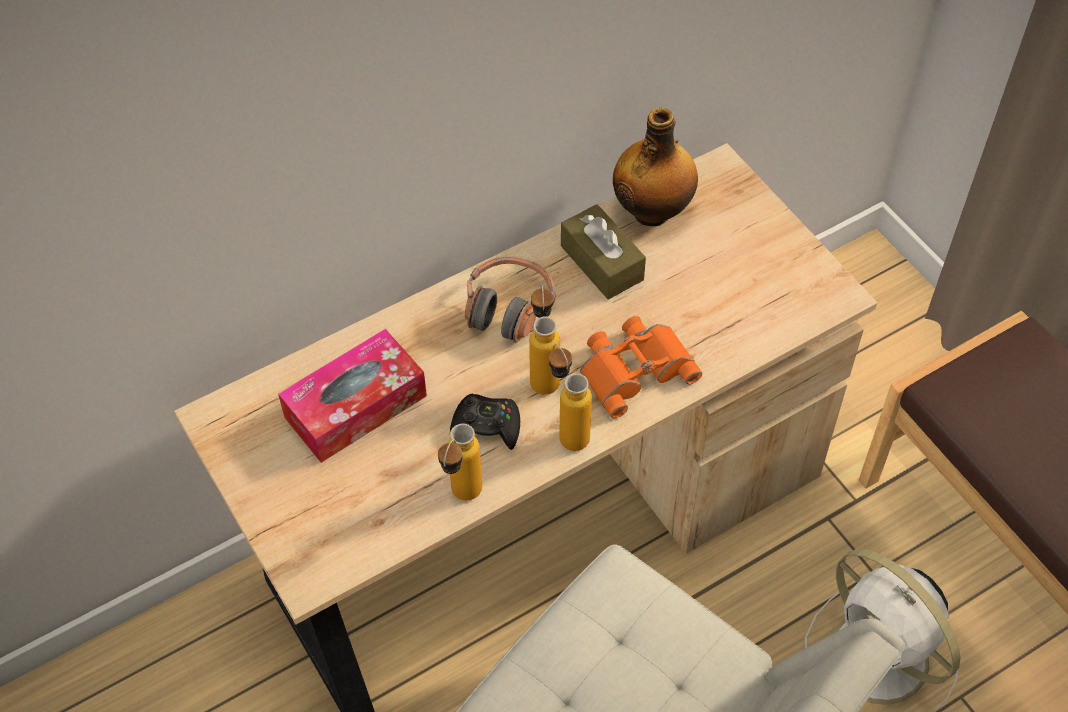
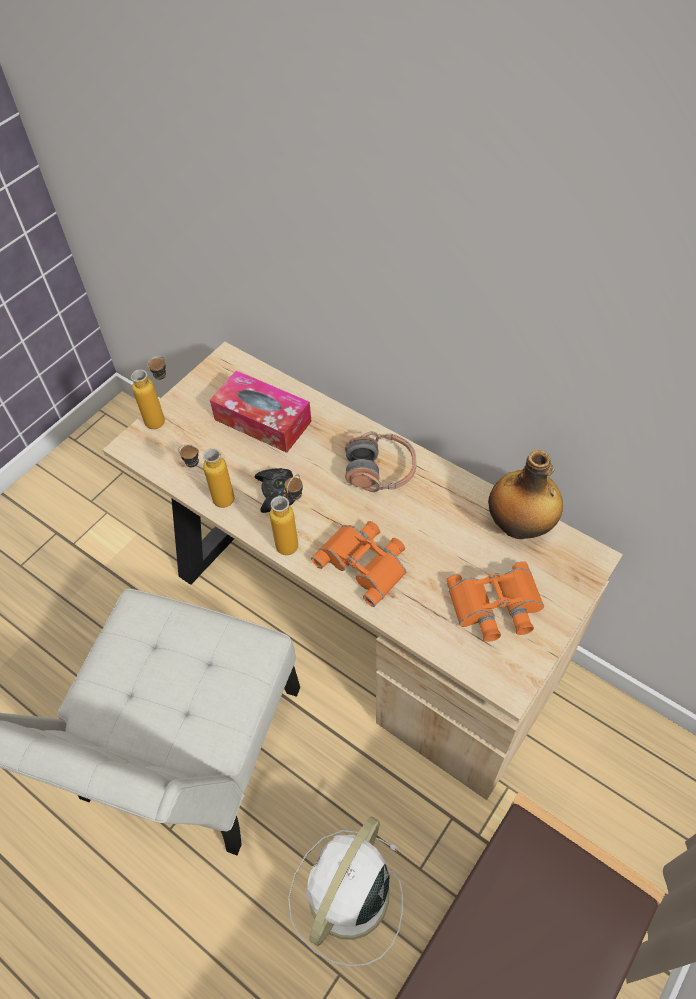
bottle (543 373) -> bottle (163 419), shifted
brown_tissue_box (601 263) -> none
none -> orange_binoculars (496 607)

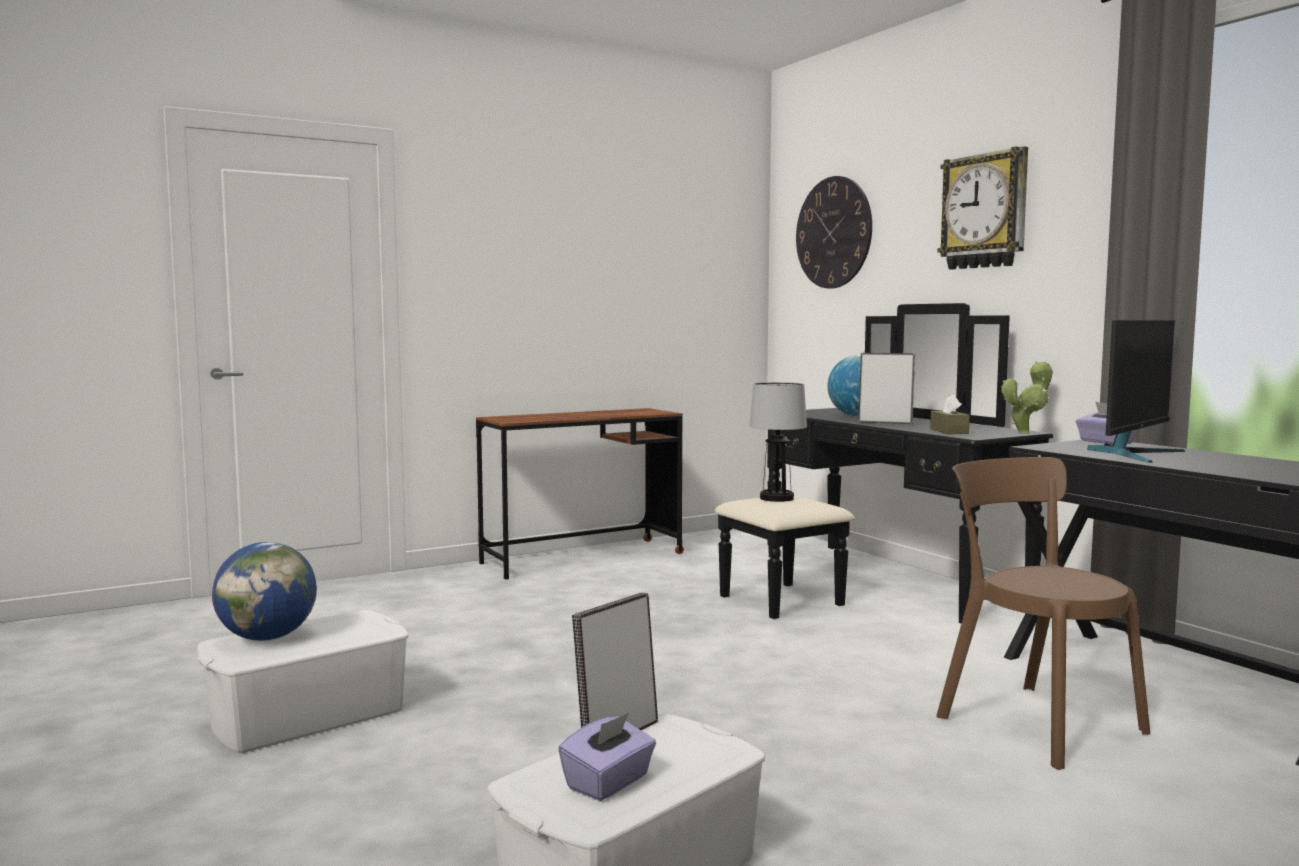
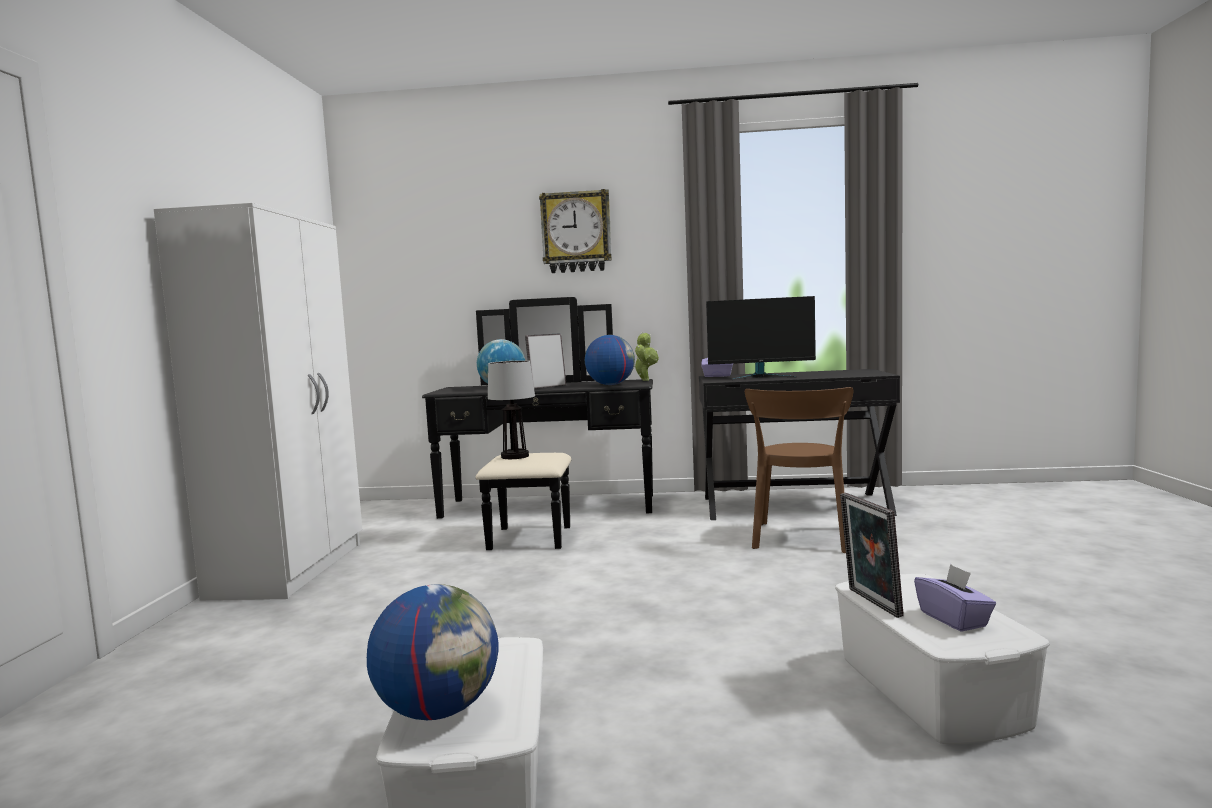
brown_desk (582 558) -> white_wardrobe (291 569)
wall_clock (833 232) -> none
brown_tissue_box (949 431) -> globe (610 385)
brown_chair (1032 721) -> brown_chair (800 539), 75 degrees counterclockwise
monitor (1132 453) -> monitor (761 377), 105 degrees clockwise

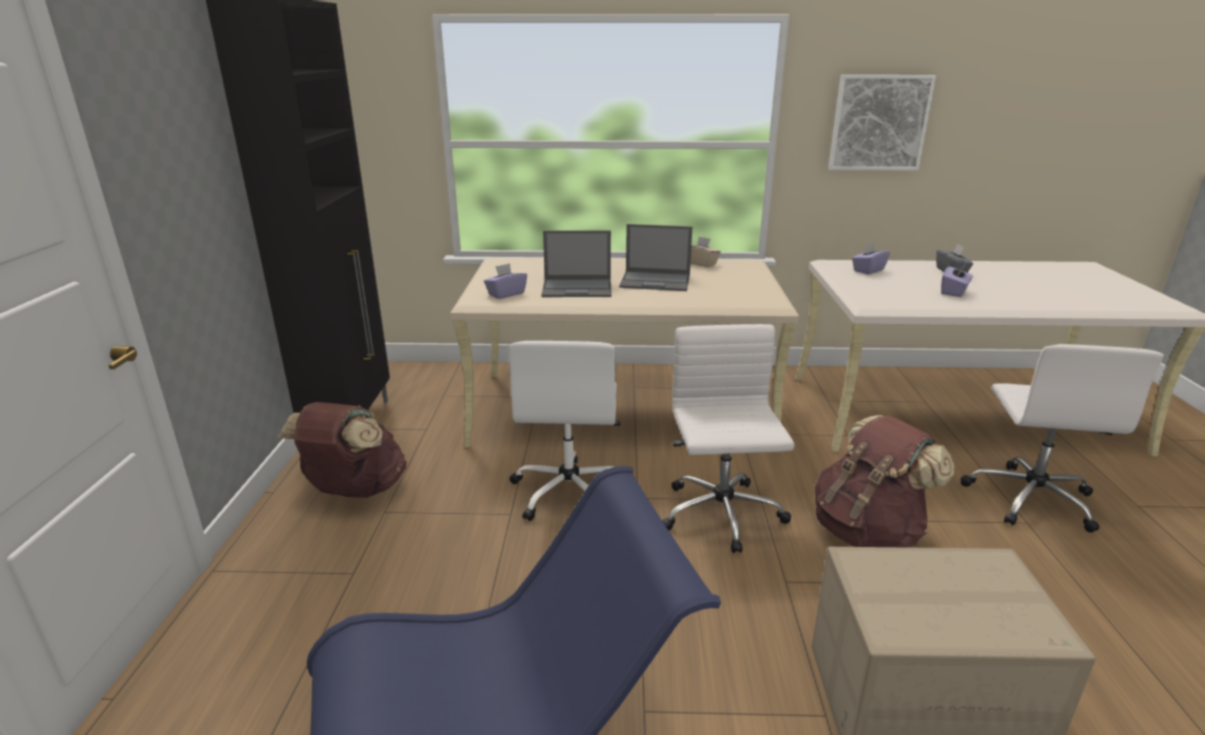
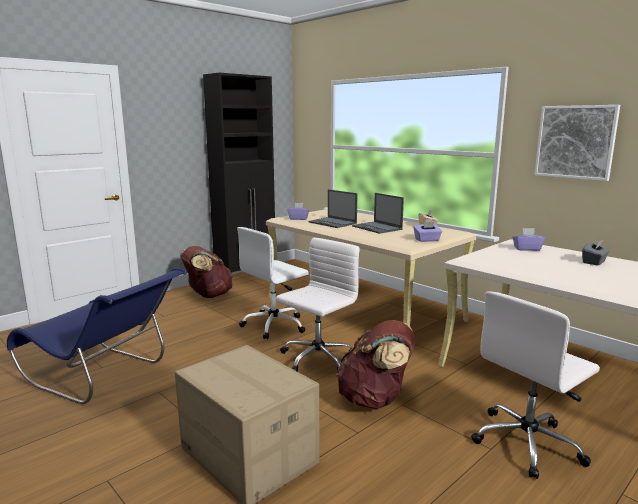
purple_tissue_box (954 292) -> purple_tissue_box (427 240), shifted

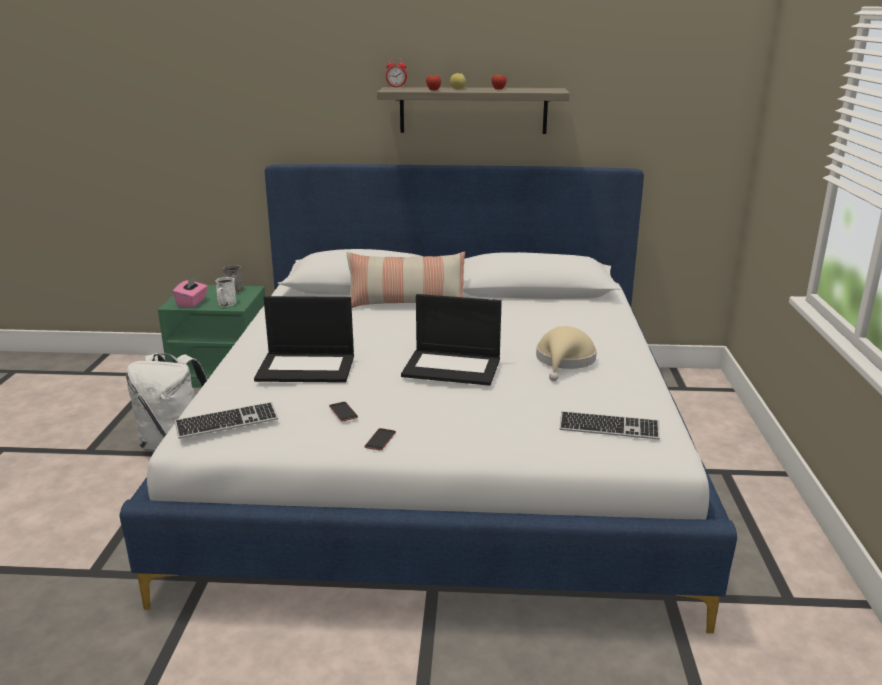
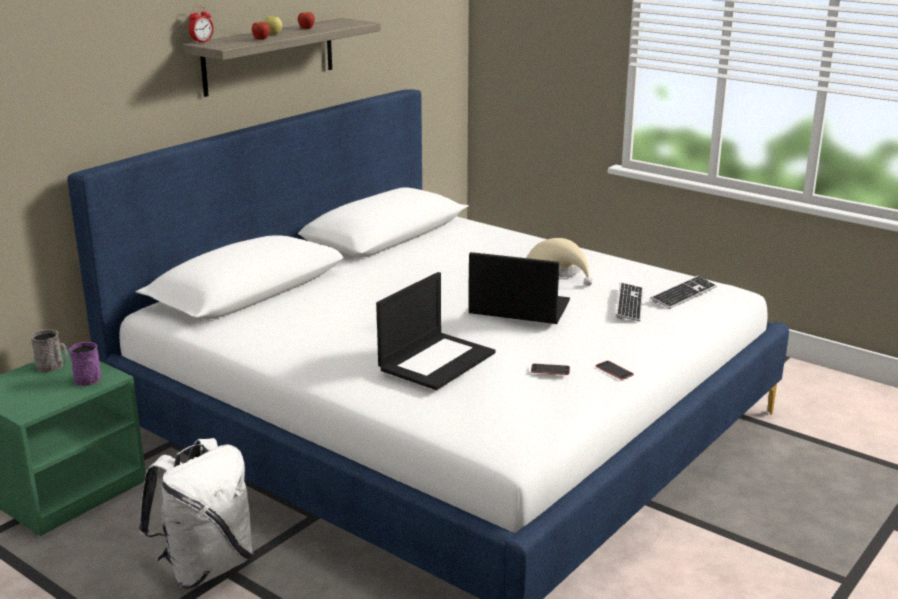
pink_tissue_box (192 303) -> none
keyboard (227 422) -> keyboard (629 304), shifted
white_mug (226 304) -> purple_mug (90 381)
pillow (407 304) -> none
laptop (453 367) -> laptop (518 308), 120 degrees counterclockwise

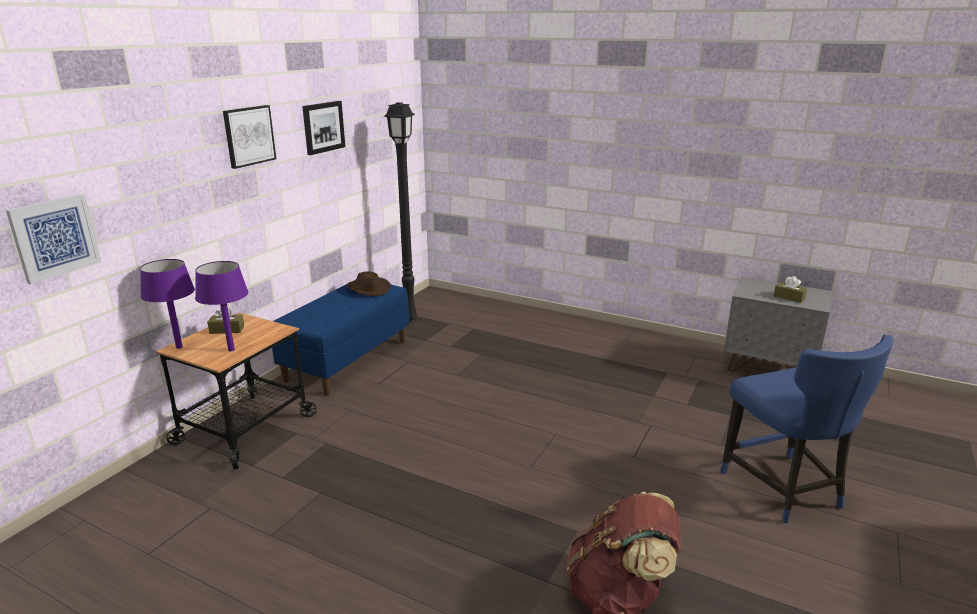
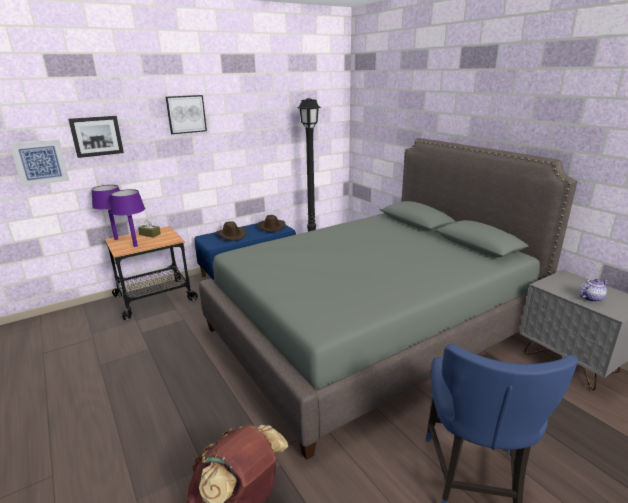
picture (323 127) -> picture (96 136), shifted
brown_tissue_box (789 297) -> teapot (590 298)
none -> grey_bed (371 331)
none -> brown_hat (232 235)

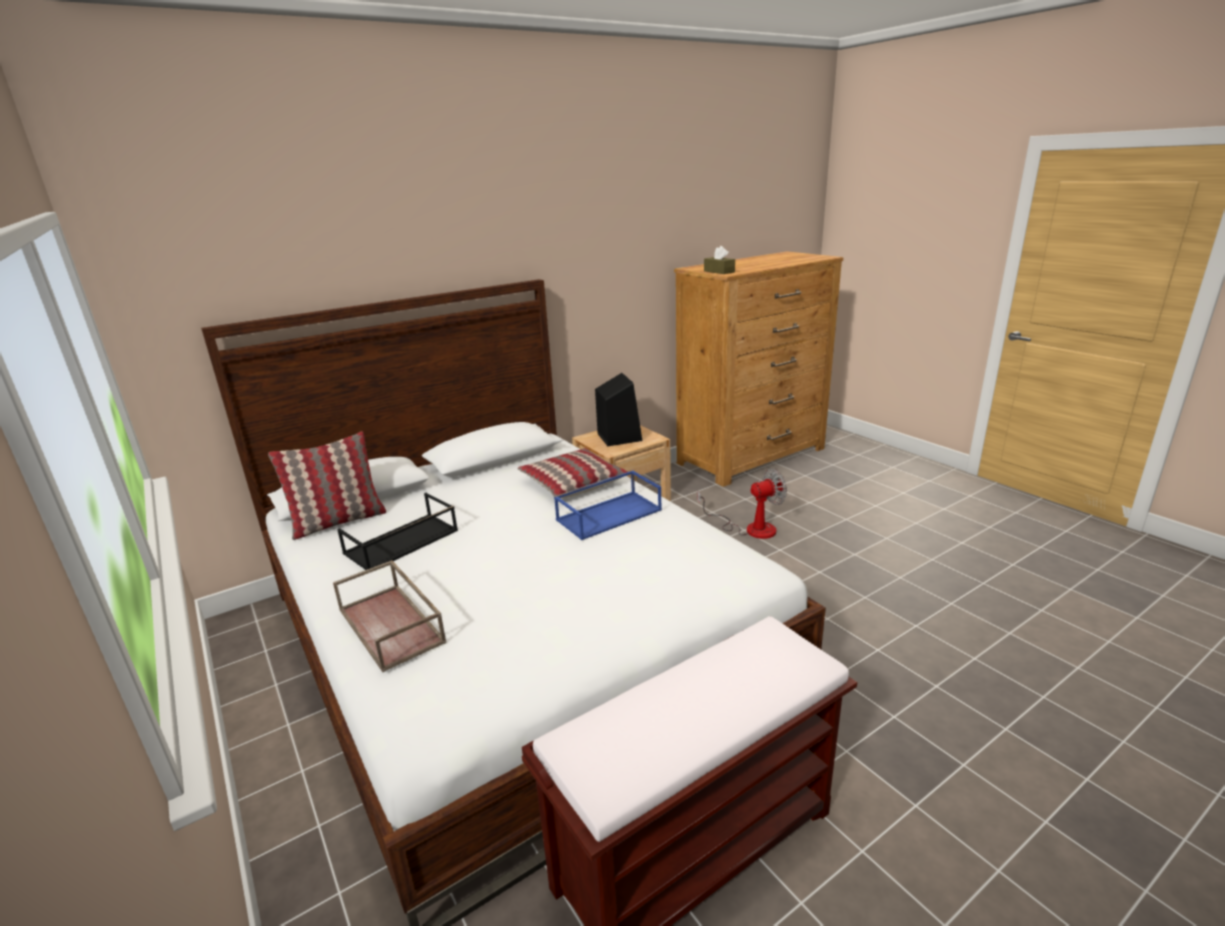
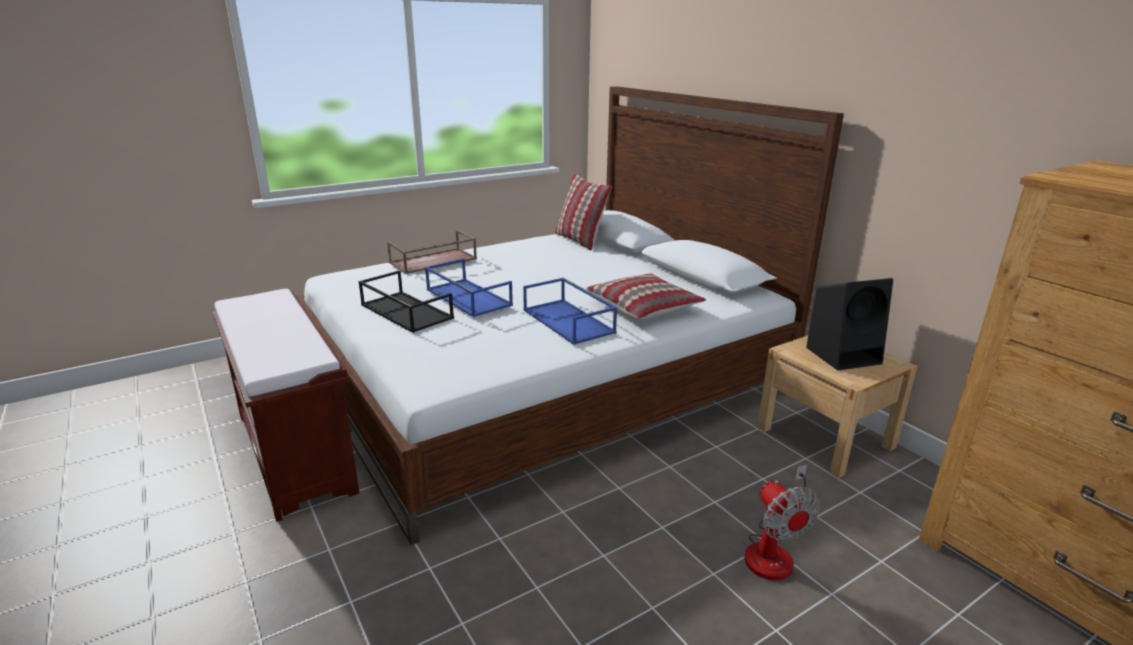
black_tray (401 543) -> black_tray (405 311), shifted
brown_tissue_box (719 271) -> none
none -> blue_tray (467 297)

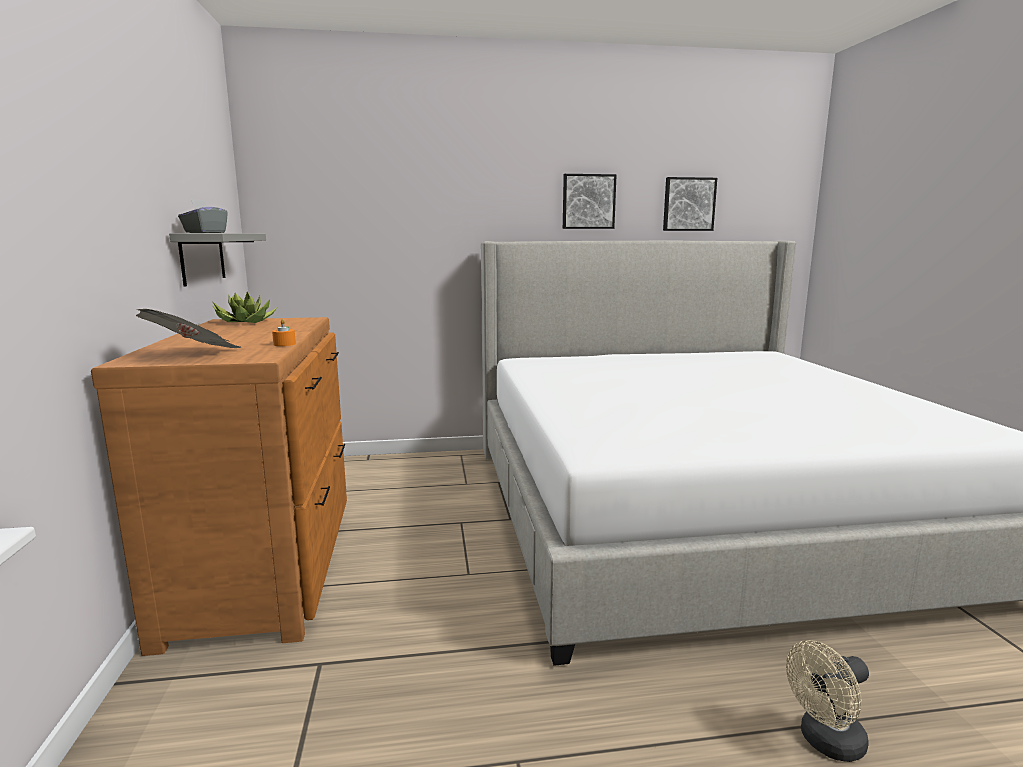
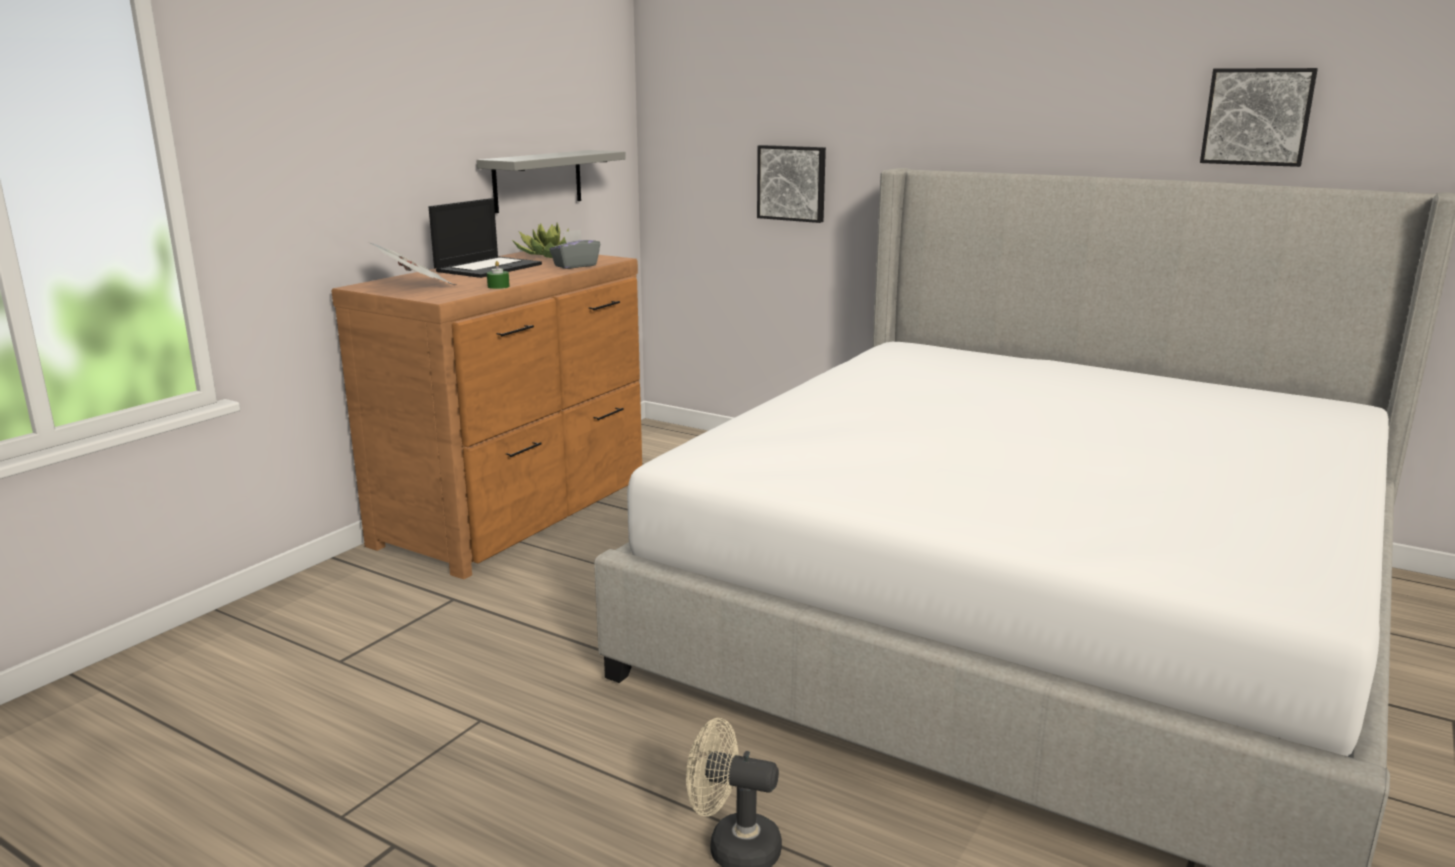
grey_tissue_box (205 232) -> grey_tissue_box (575 266), shifted
orange_candle (284 344) -> green_candle (498 286)
picture (588 201) -> picture (792 183), shifted
none -> laptop (488 268)

